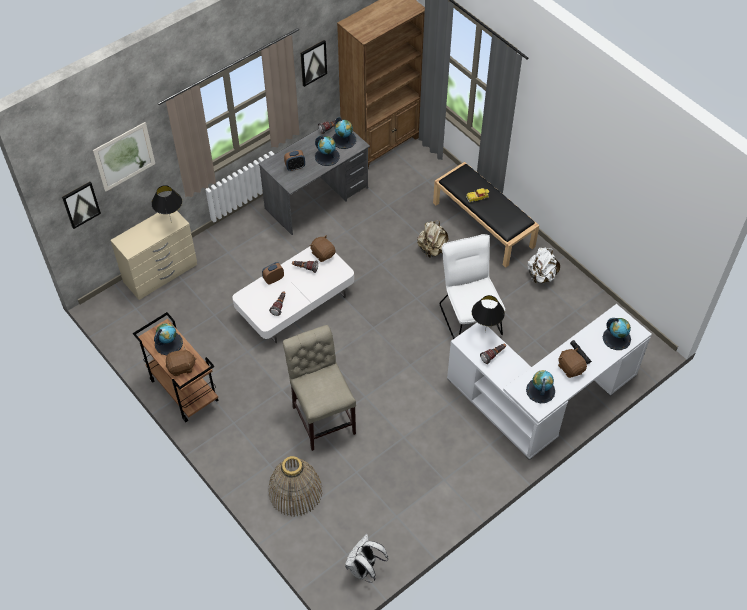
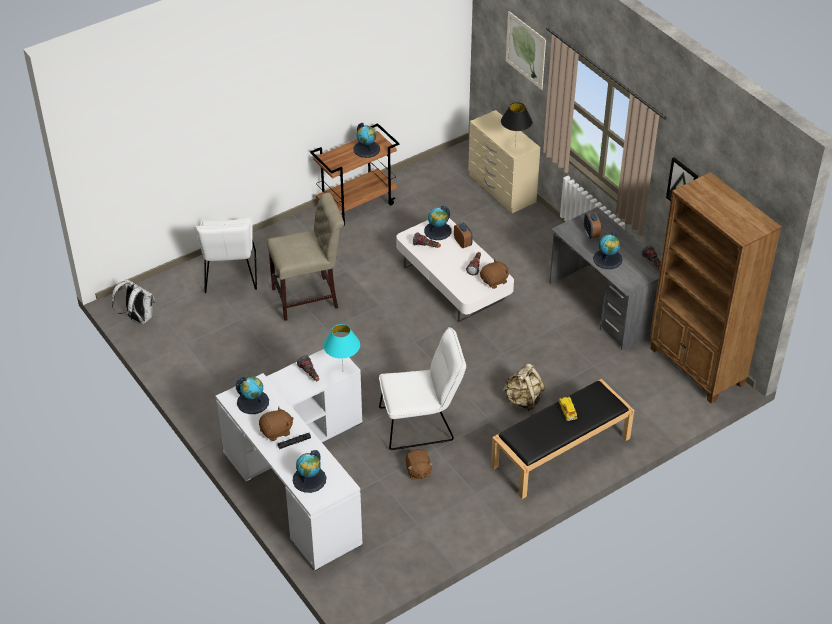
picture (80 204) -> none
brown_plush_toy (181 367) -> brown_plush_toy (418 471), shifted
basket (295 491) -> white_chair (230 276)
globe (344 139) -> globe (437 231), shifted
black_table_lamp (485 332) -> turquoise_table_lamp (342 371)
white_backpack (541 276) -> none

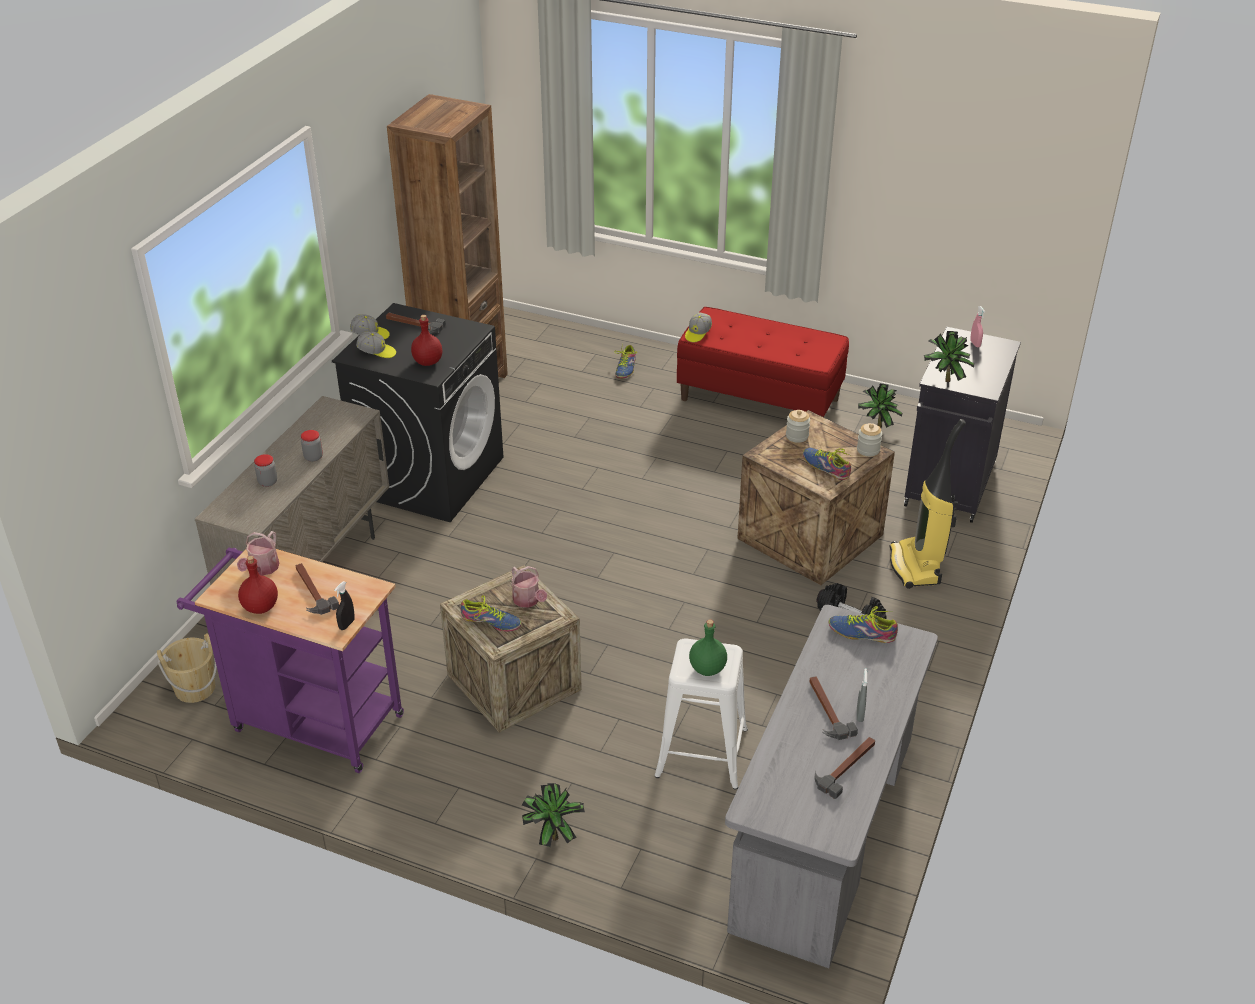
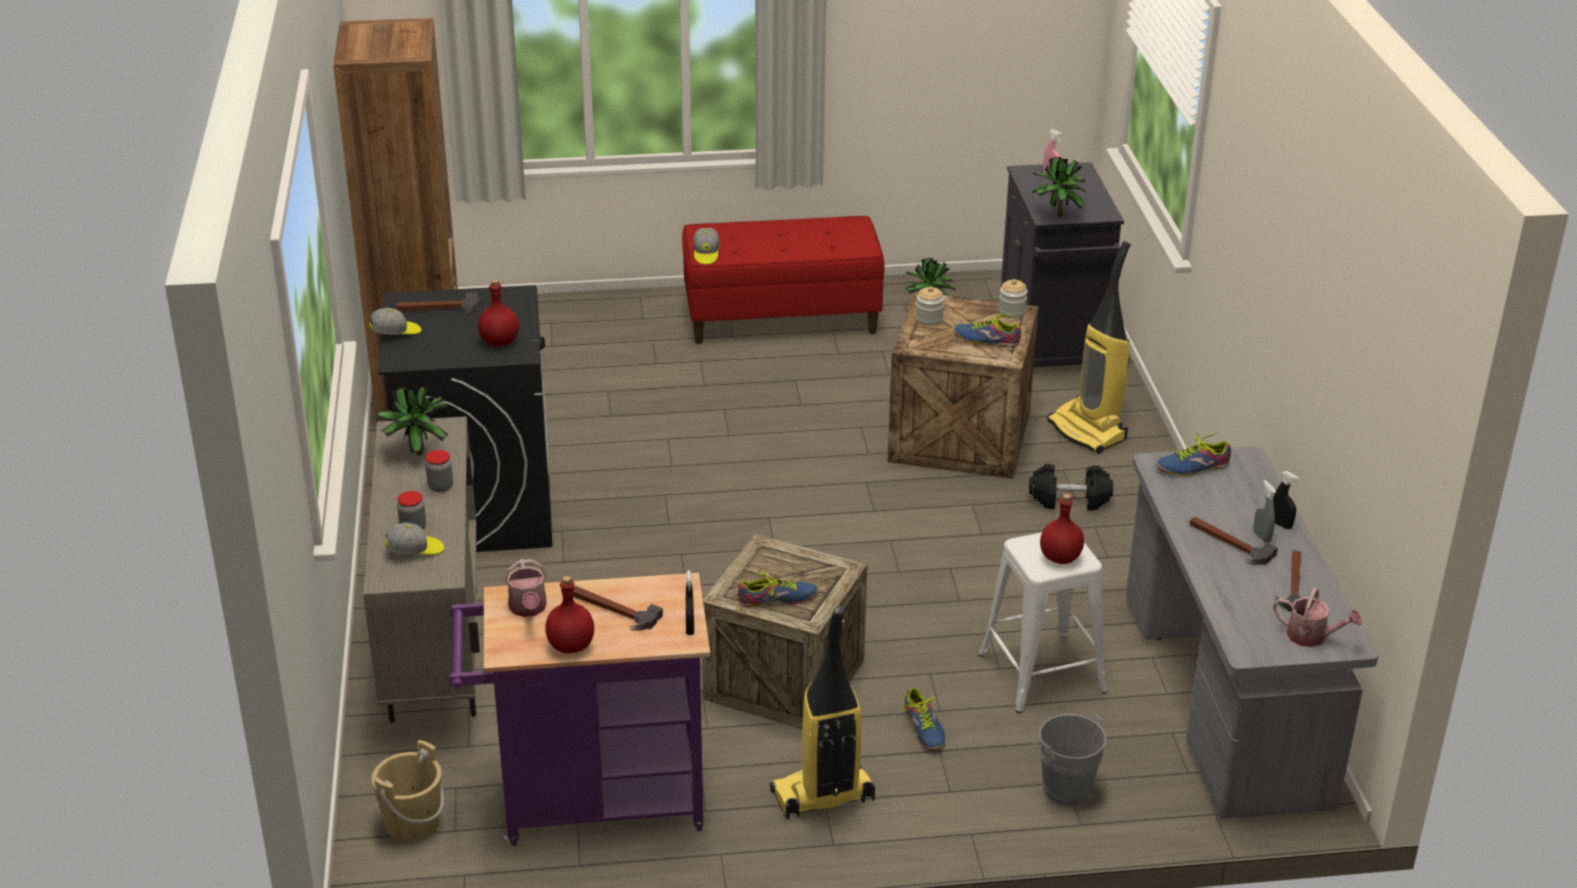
cap (377 352) -> cap (415 551), shifted
watering_can (528 601) -> watering_can (1312 637), shifted
potted_plant (552 835) -> potted_plant (415 452), shifted
shoe (626 368) -> shoe (924 728), shifted
green_bottle (707 669) -> red_bottle (1061 558)
none -> vacuum_cleaner (822 797)
none -> grey_bucket (1062 786)
none -> black_spray_bottle (1281 524)

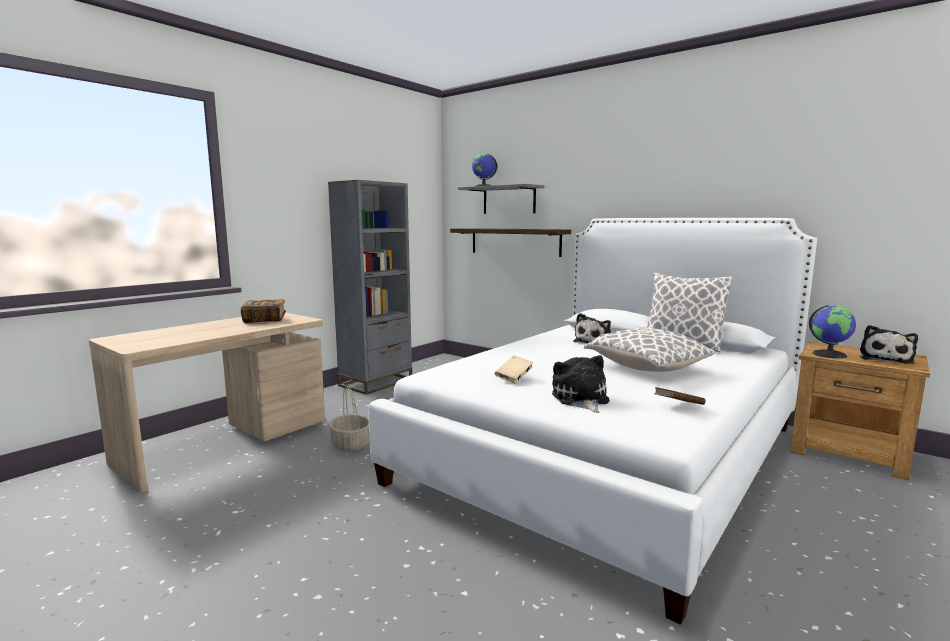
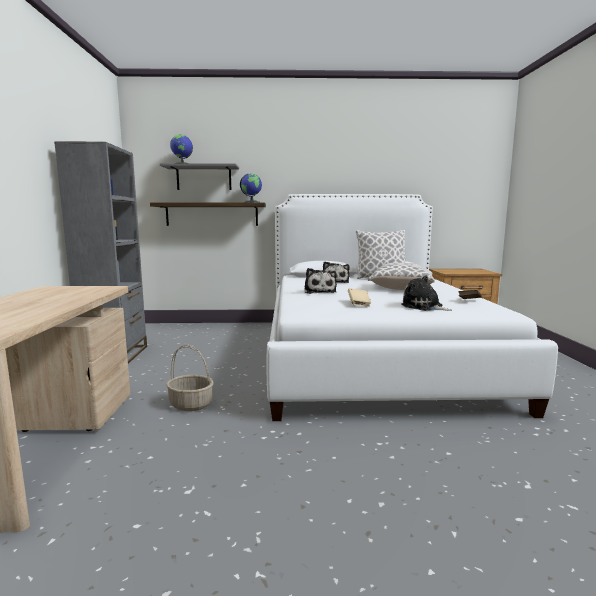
book (264 320) -> none
globe (829 354) -> globe (251 202), shifted
plush_toy (885 359) -> plush_toy (319 292), shifted

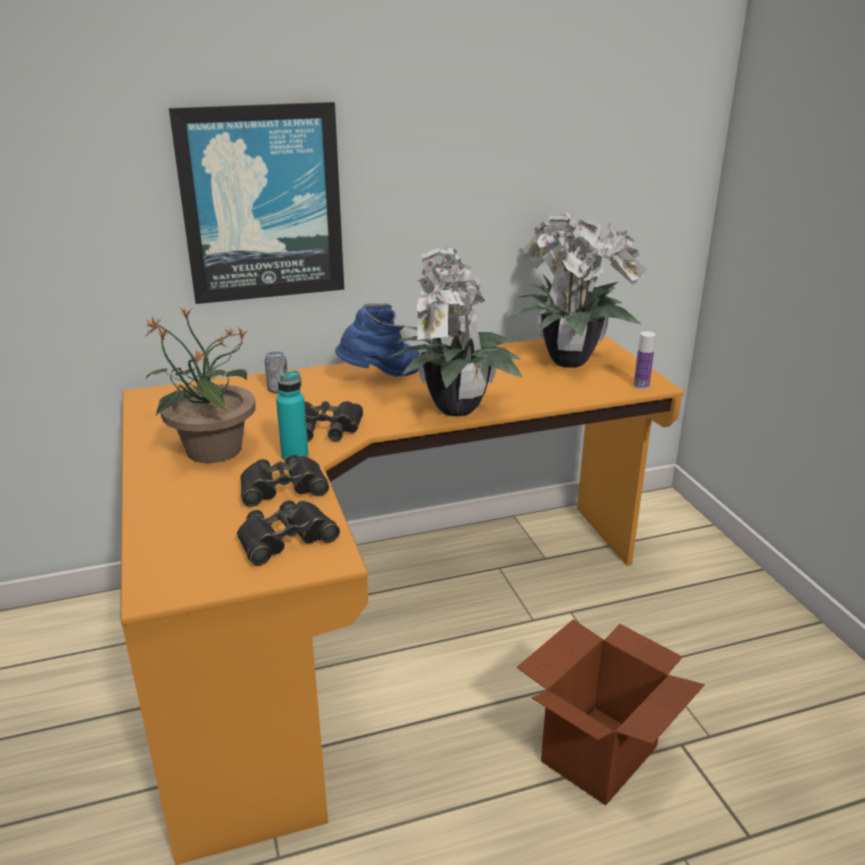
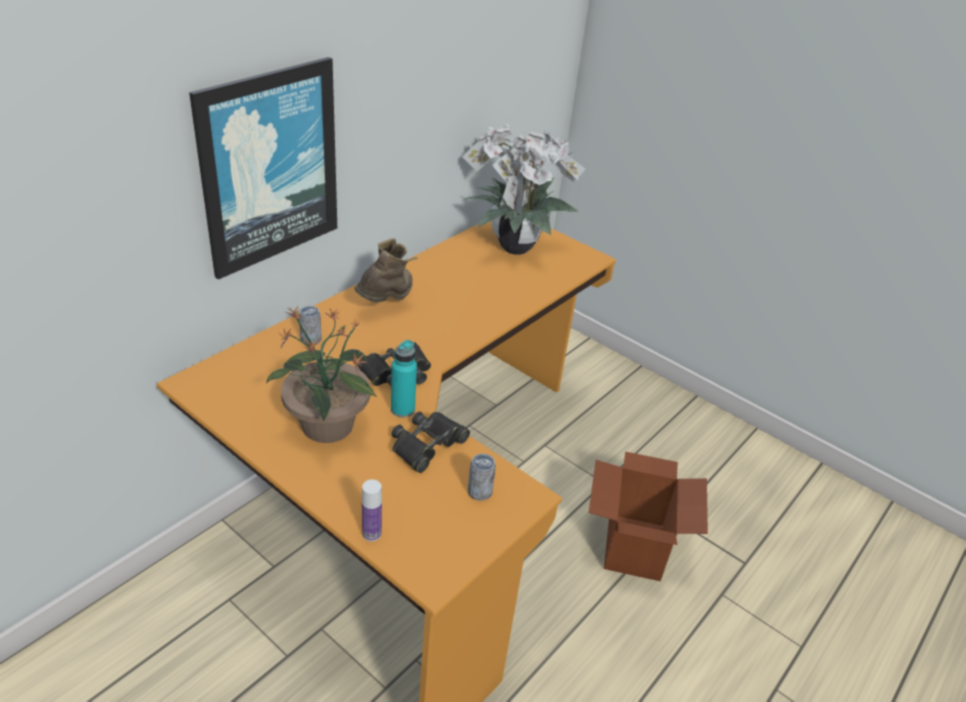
black_binoculars (285 539) -> can (479 492)
blue_boot (382 377) -> brown_boot (387 302)
potted_plant (453 411) -> none
bottle (641 385) -> bottle (371 533), shifted

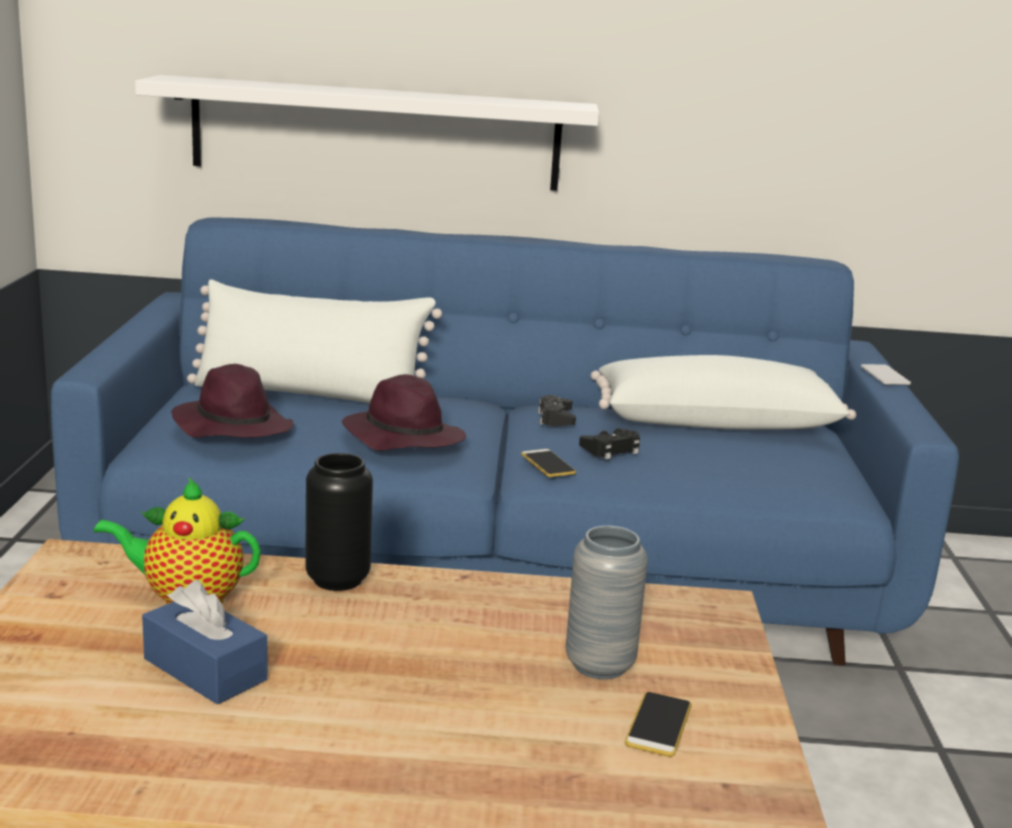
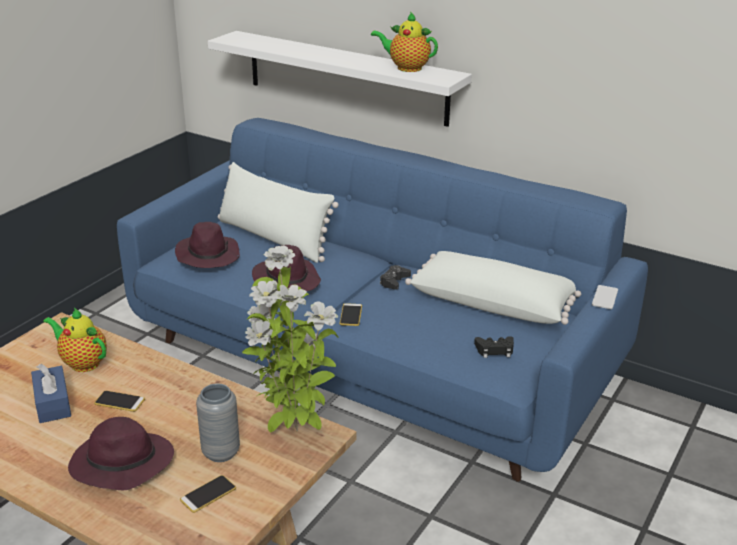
black_vase (337 579) -> none
black_game_controller (611 450) -> black_game_controller (494 350), shifted
none -> purple_hat (120 464)
none -> phone (119 401)
none -> potted_plant (294 432)
none -> teapot (406 68)

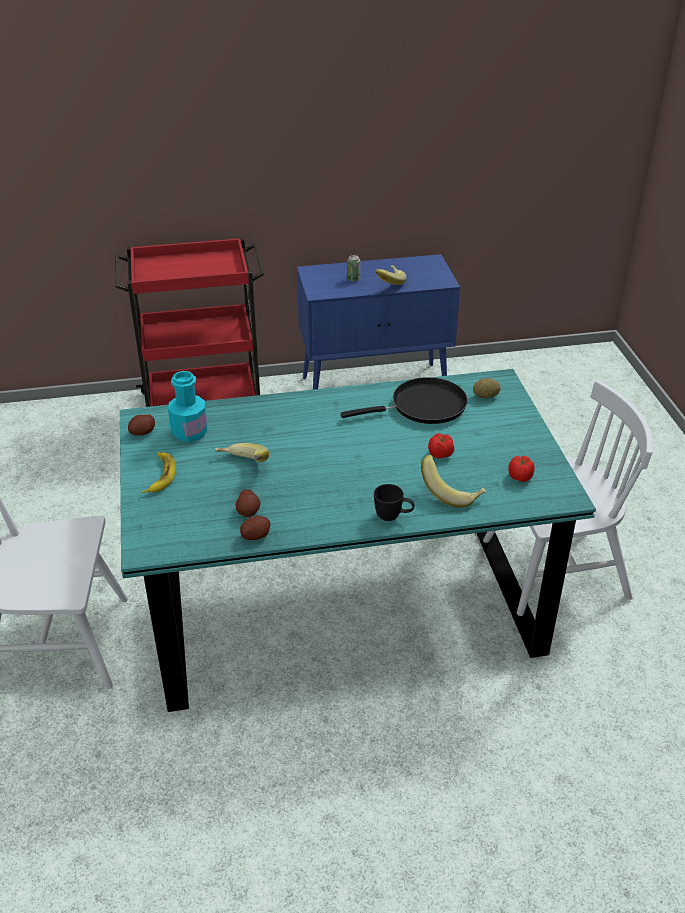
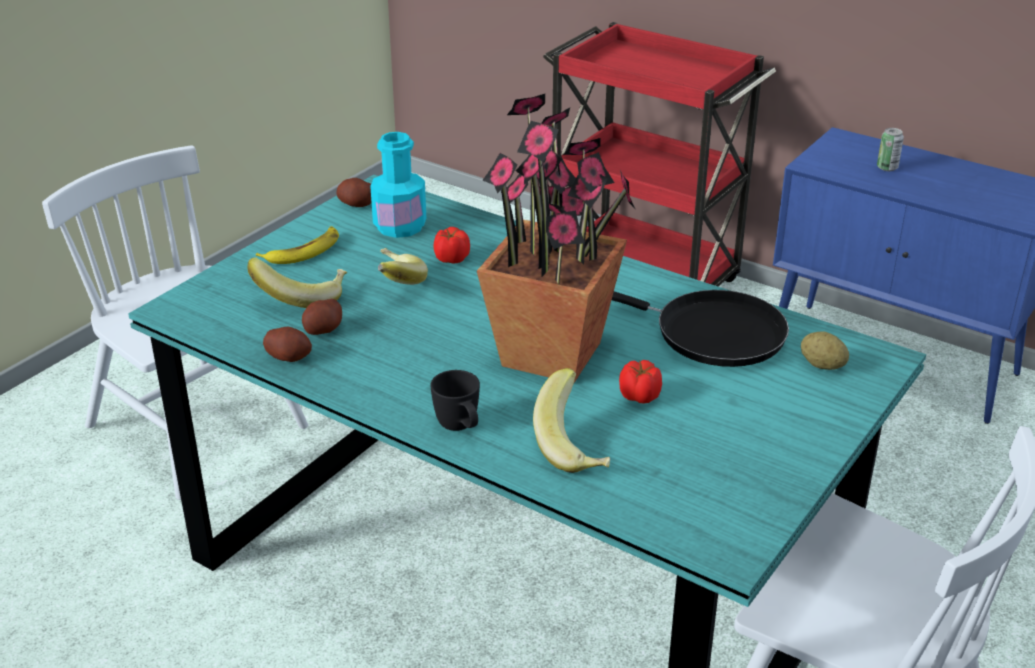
banana (388 283) -> banana (302 297), shifted
tomato (520 477) -> tomato (451 259), shifted
none -> potted_plant (553 354)

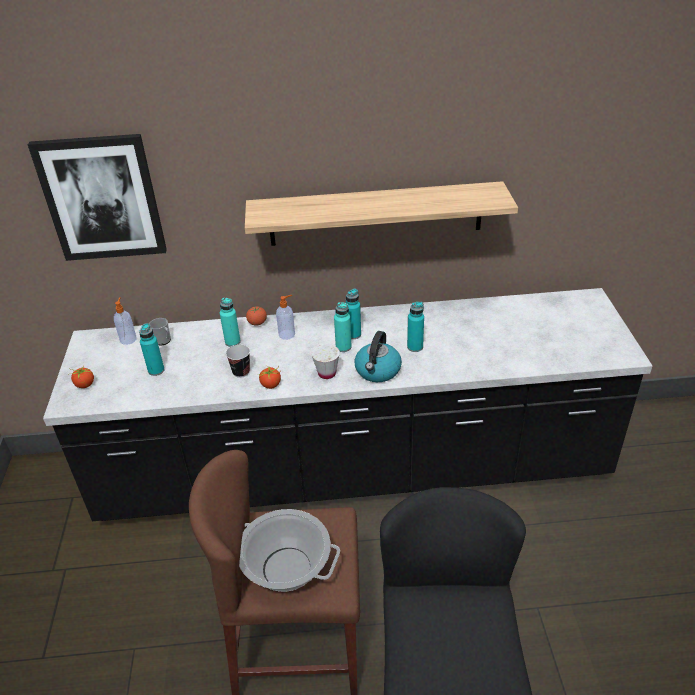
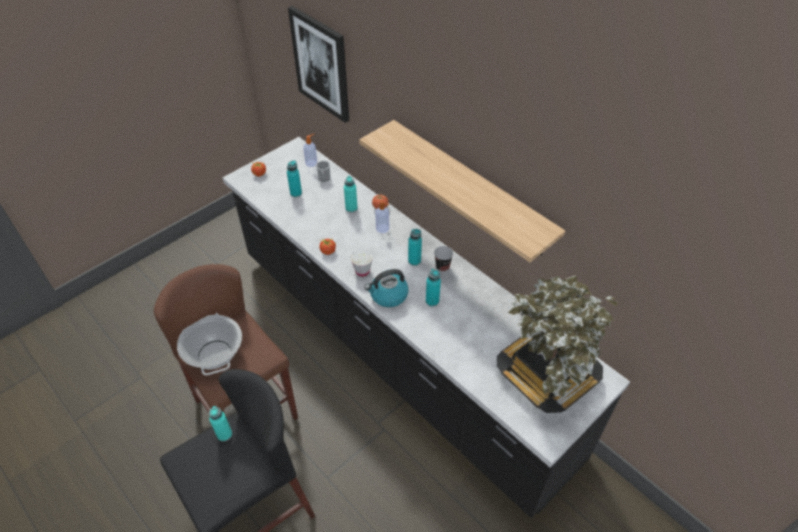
cup (241 372) -> cup (442 267), shifted
turquoise_bottle (343 347) -> turquoise_bottle (224 434), shifted
none -> potted_plant (547 374)

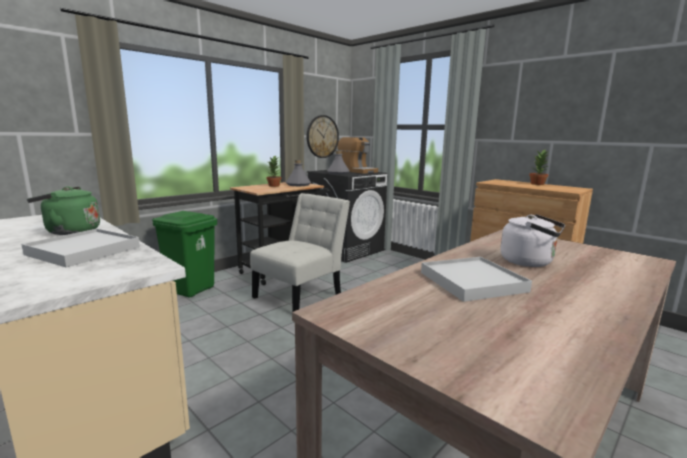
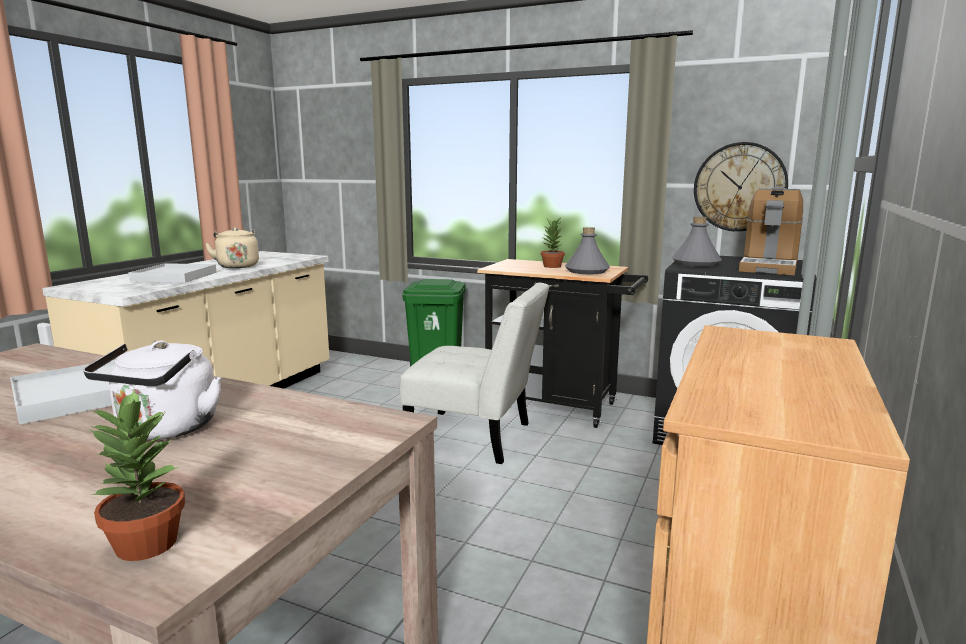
green_kettle (70 231) -> beige_kettle (237 266)
potted_plant (537 184) -> potted_plant (145 545), shifted

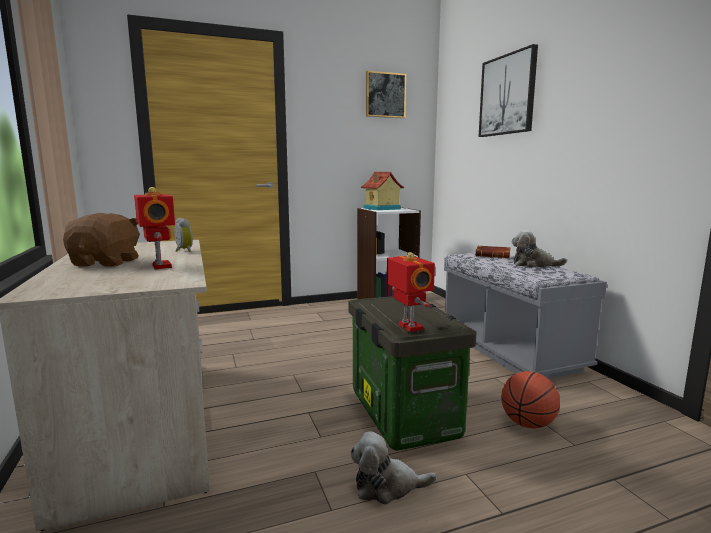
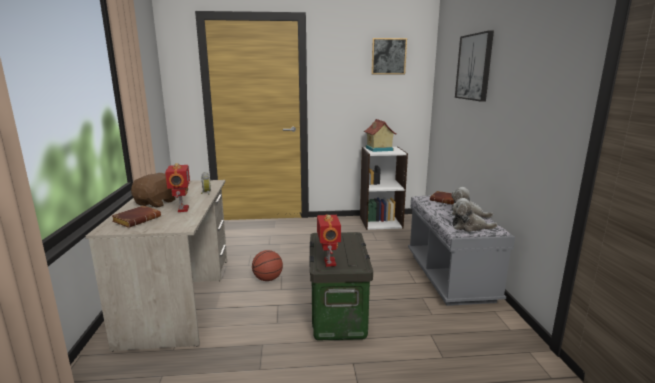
plush_toy (387 486) -> plush_toy (469 227), shifted
basketball (527 424) -> basketball (268 279), shifted
none -> brown_book (137 219)

